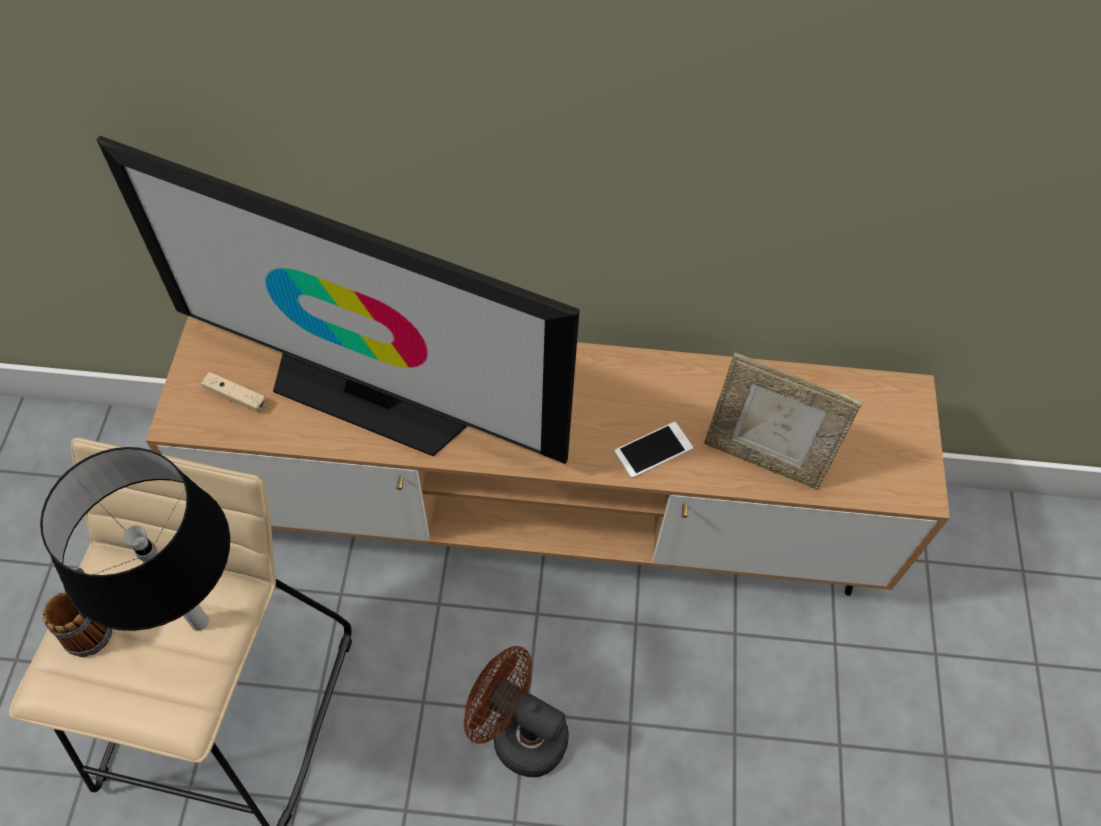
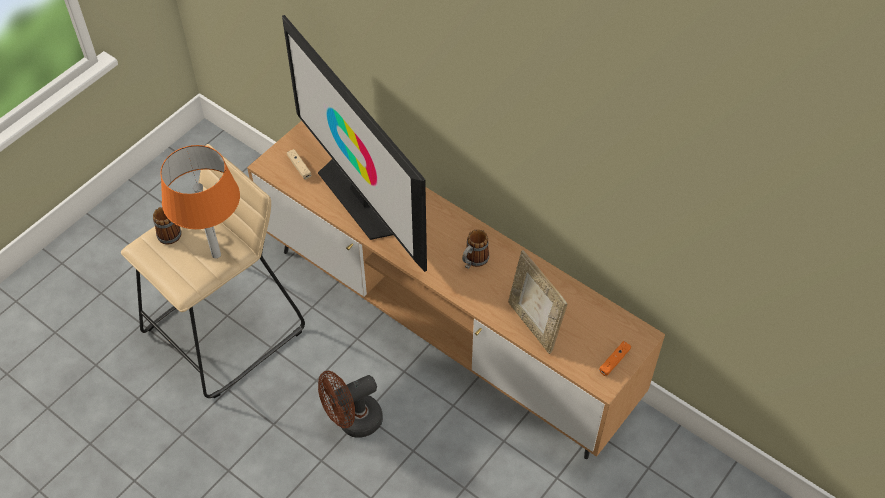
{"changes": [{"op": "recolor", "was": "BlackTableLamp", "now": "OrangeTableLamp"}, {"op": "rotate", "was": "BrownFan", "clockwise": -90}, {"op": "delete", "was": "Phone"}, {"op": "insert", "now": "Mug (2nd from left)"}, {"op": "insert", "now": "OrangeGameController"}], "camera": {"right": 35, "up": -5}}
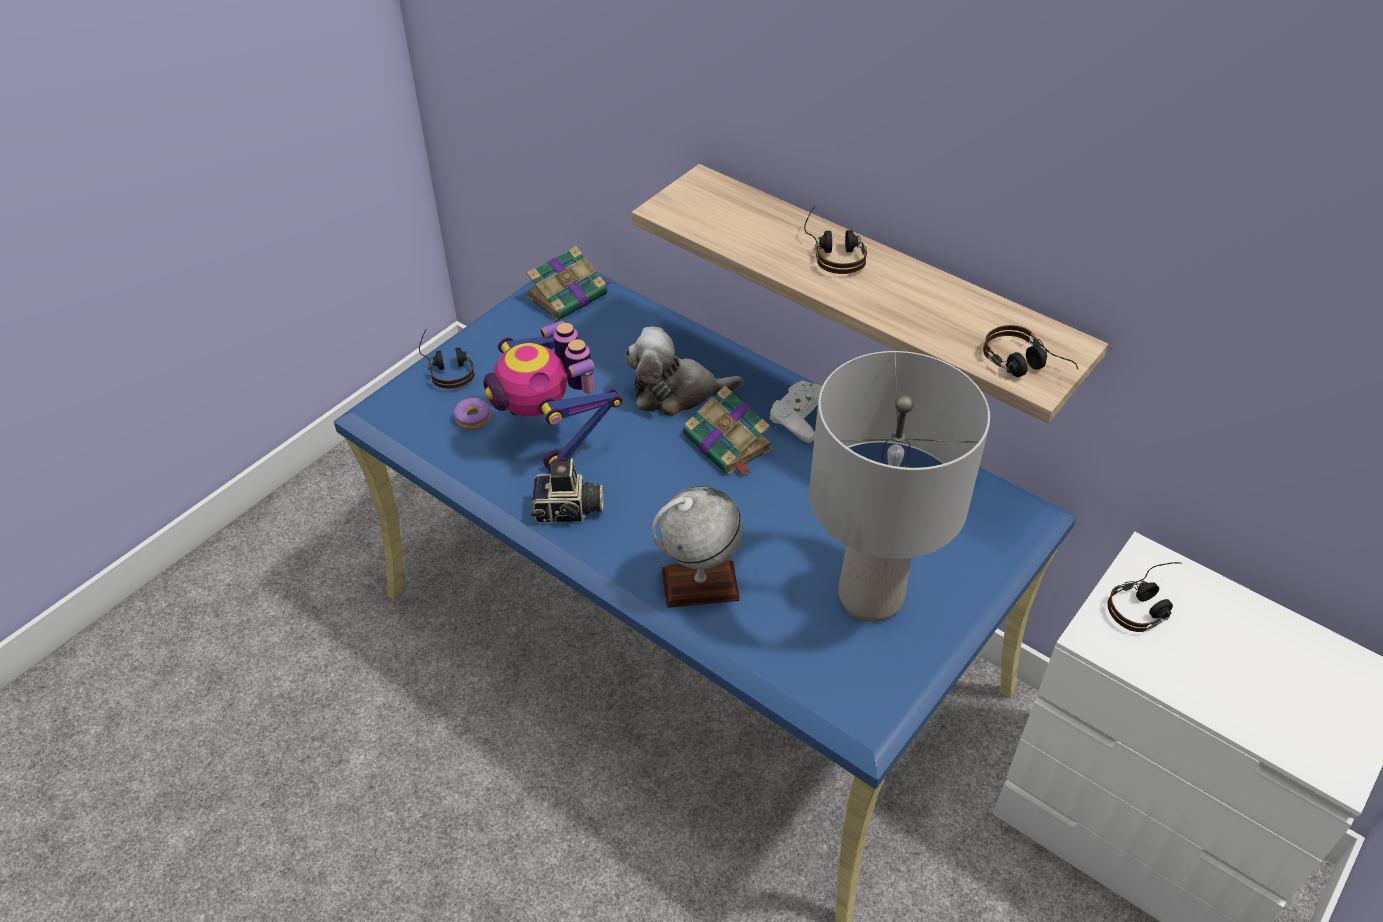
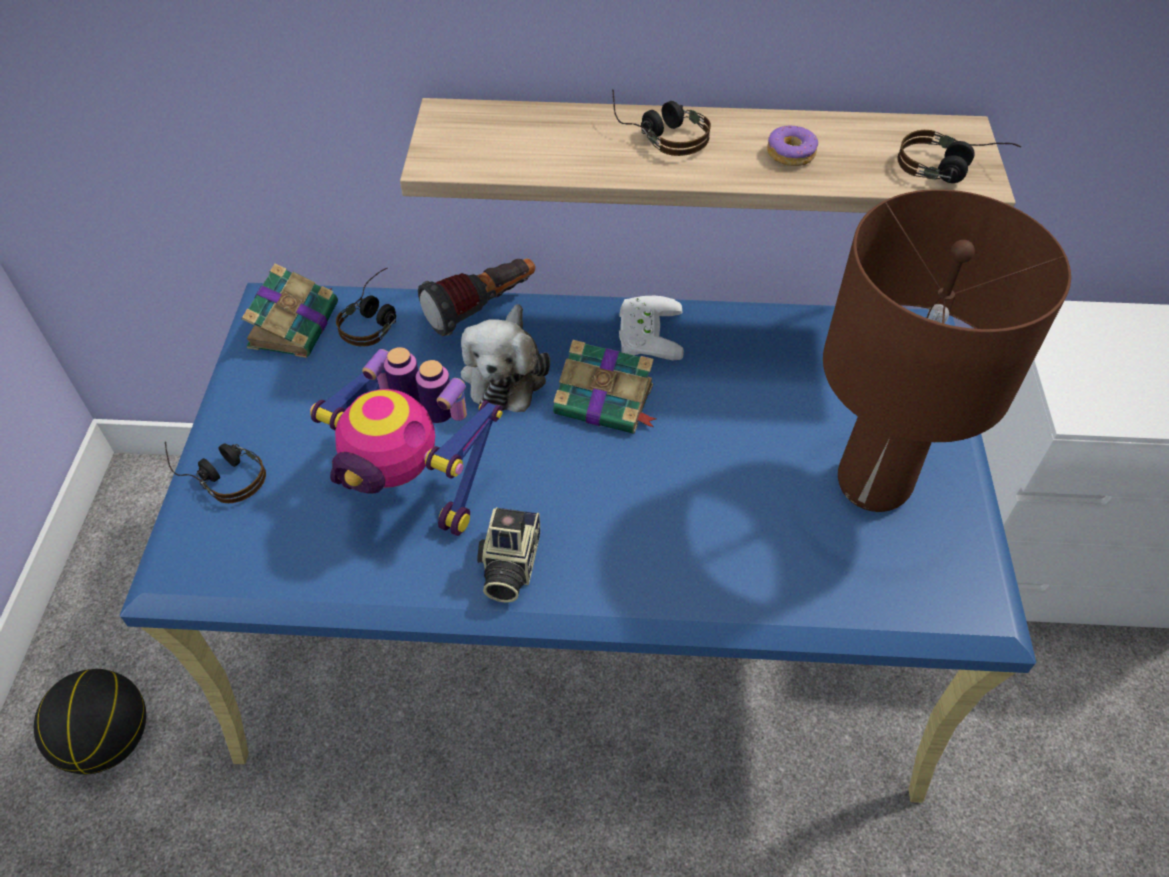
{"changes": [{"op": "move", "was": "Donut"}, {"op": "rotate", "was": "PhotoCamera", "clockwise": 135}, {"op": "rotate", "was": "PlushToy", "clockwise": -45}, {"op": "delete", "was": "Globe"}, {"op": "recolor", "was": "GreyTableLamp", "now": "BrownTableLamp"}, {"op": "move", "was": "Headphones (4th from left in the first image)", "now": "Headphones (2nd from left)"}, {"op": "insert", "now": "Basketball"}, {"op": "insert", "now": "Flashlight"}], "camera": {"right": -35, "up": 5}}
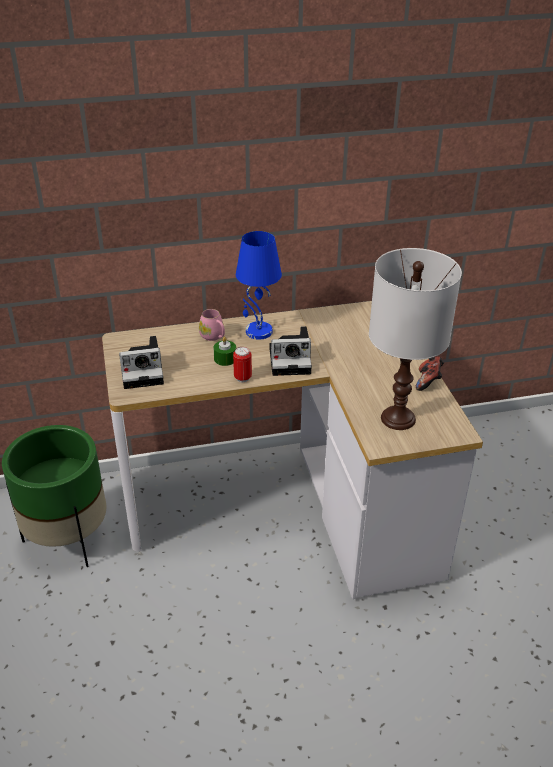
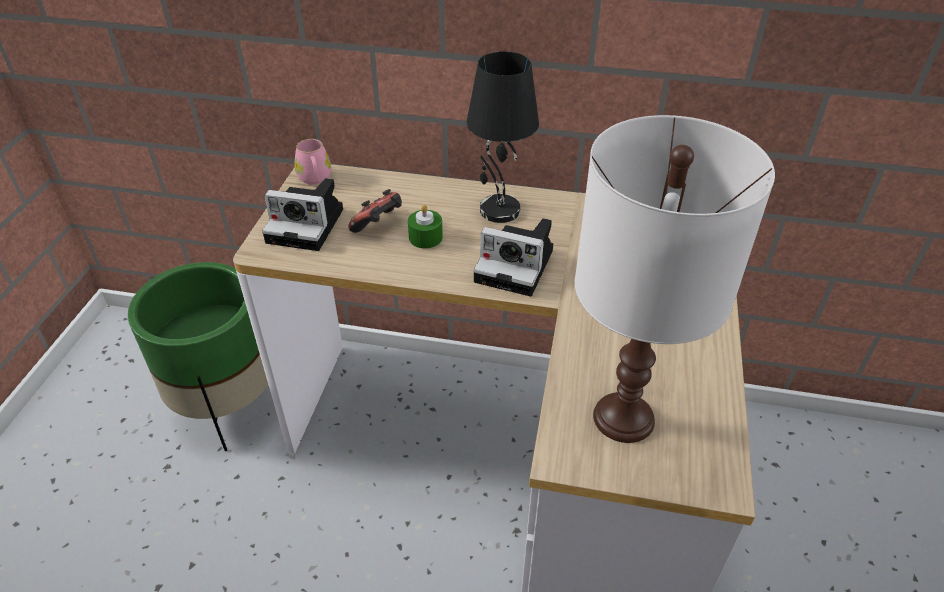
{"changes": [{"op": "move", "was": "PinkMug"}, {"op": "delete", "was": "Can"}, {"op": "recolor", "was": "BlueTableLamp", "now": "BlackTableLamp"}, {"op": "move", "was": "GameController"}], "camera": {"right": 25, "up": 5}}
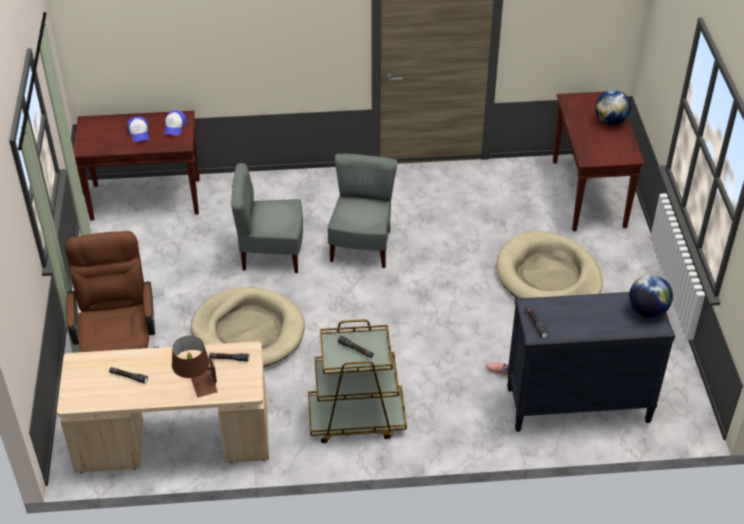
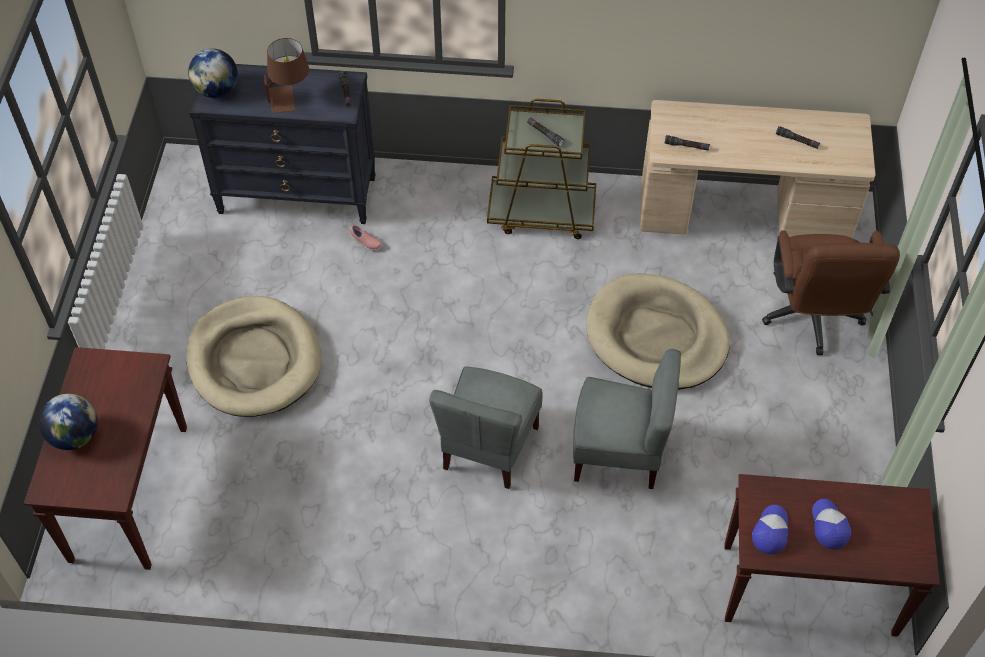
{"changes": [{"op": "move", "was": "BrownTableLamp"}], "camera": {"right": -170, "up": 10}}
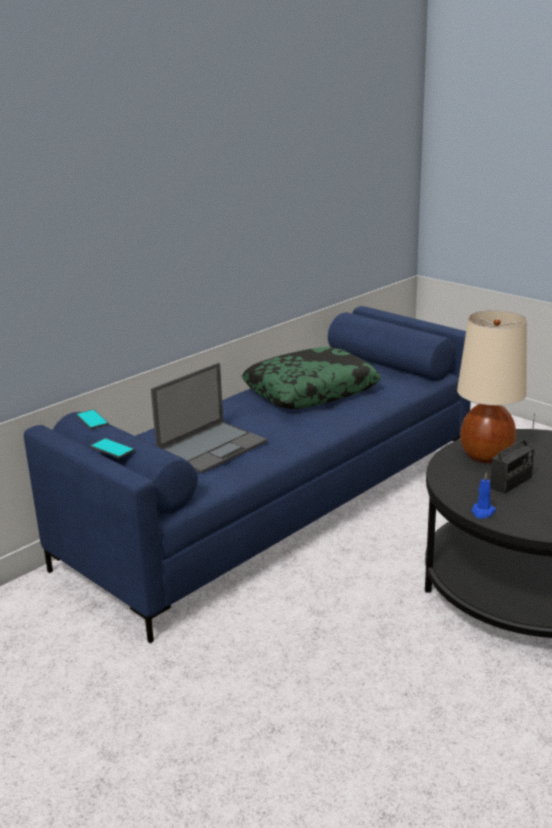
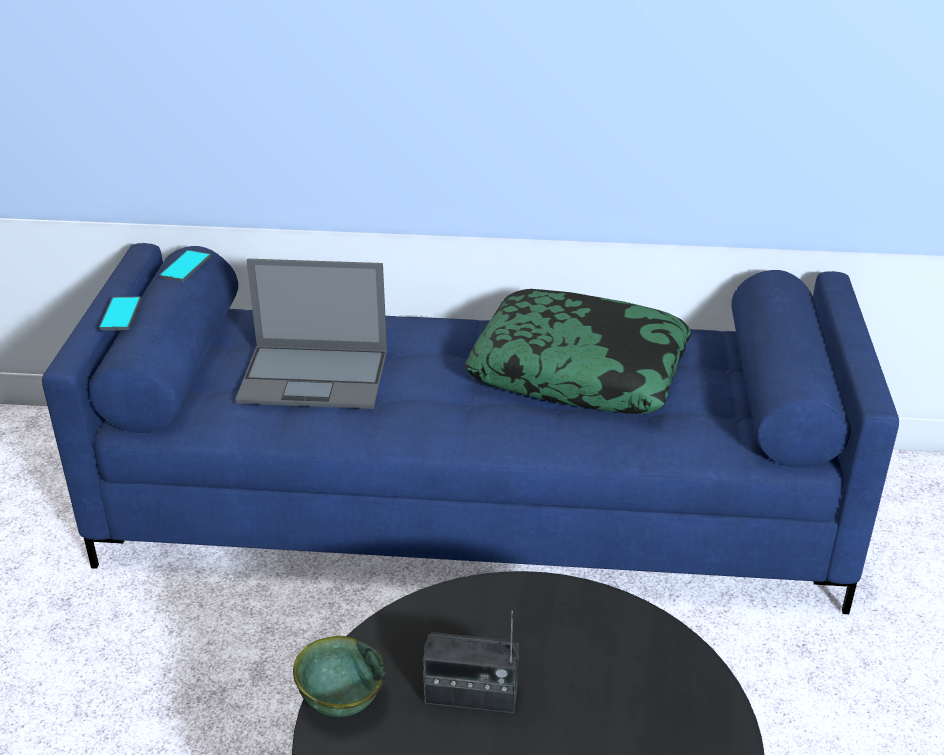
{"changes": [{"op": "delete", "was": "BeigeTableLamp"}, {"op": "replace", "was": "BlueCandle", "now": "GreenBowl"}], "camera": {"right": 50, "up": 10}}
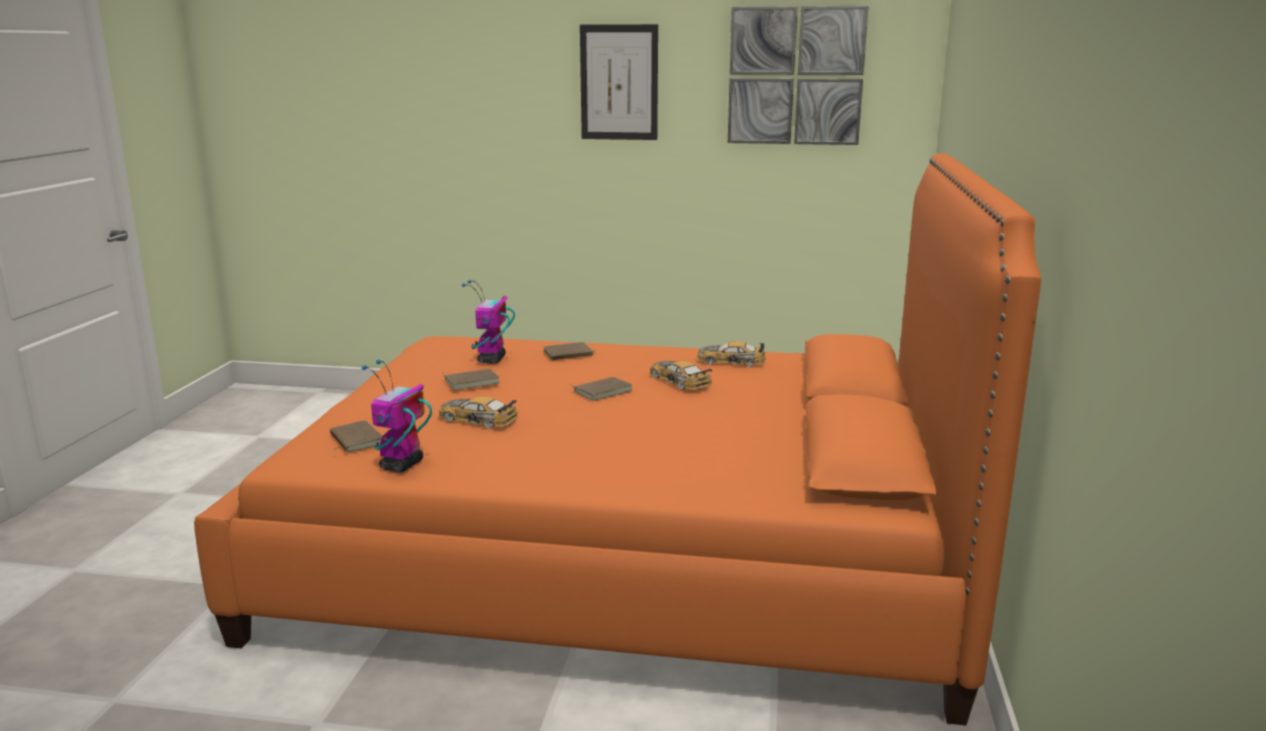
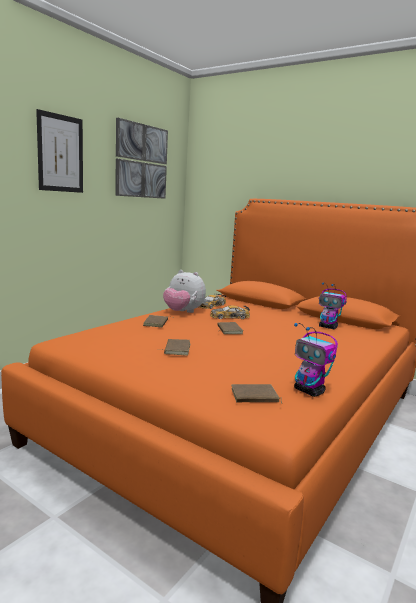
{"changes": [{"op": "delete", "was": "ToyCar (1st from left)"}, {"op": "move", "was": "ToyRobot (2nd from left)"}, {"op": "insert", "now": "PlushToy"}], "camera": {"right": -65, "up": -5}}
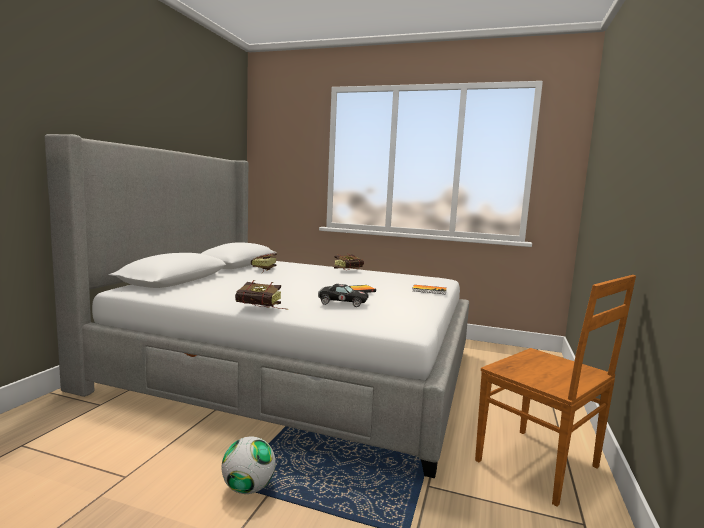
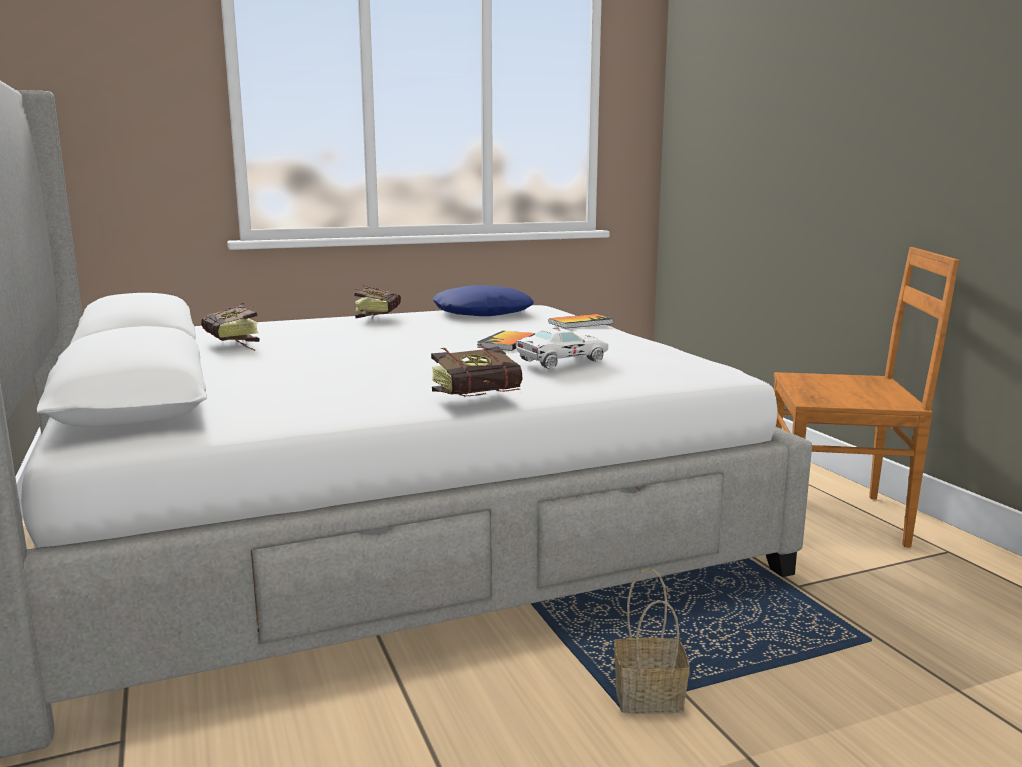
{"changes": [{"op": "replace", "was": "Football", "now": "Basket"}, {"op": "recolor", "was": "BlackToyCar", "now": "WhiteToyCar"}, {"op": "insert", "now": "BluePillow"}], "camera": {"right": -40, "up": 5}}
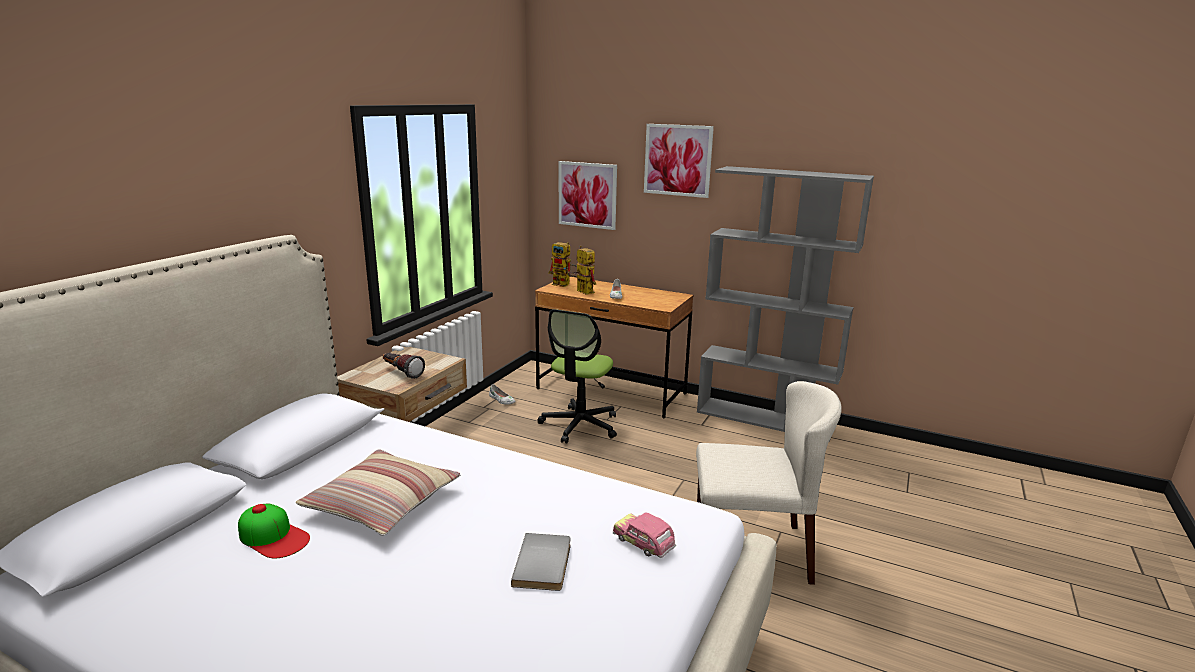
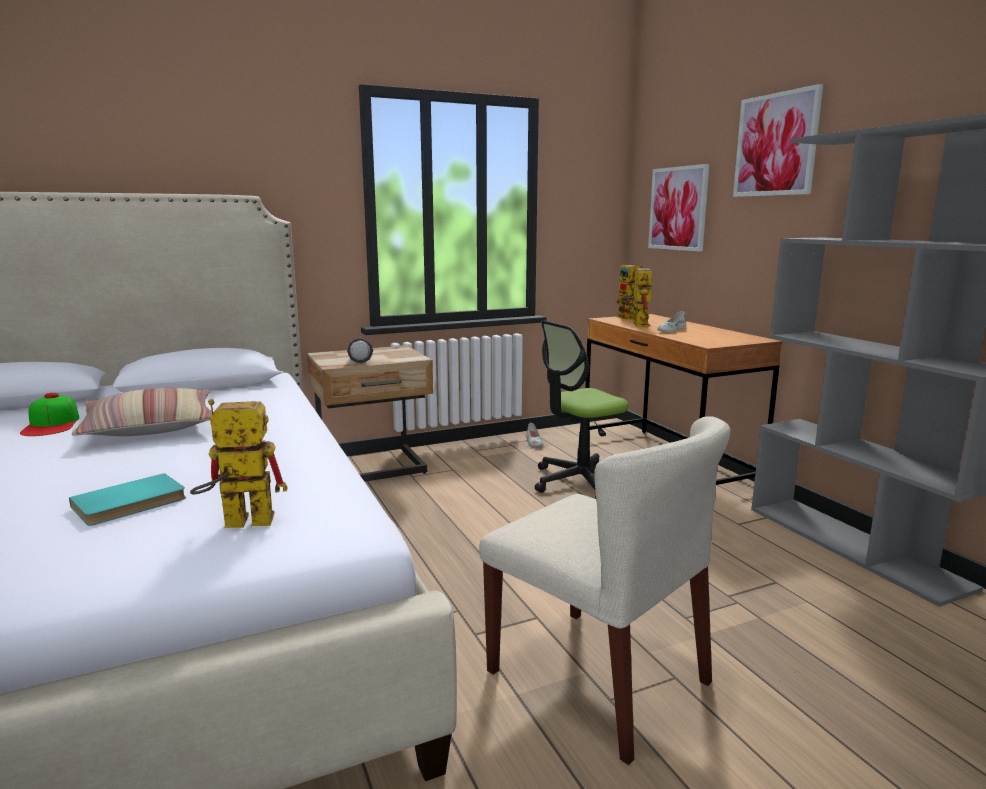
{"changes": [{"op": "recolor", "was": "GreyBook", "now": "TurquoiseBook"}, {"op": "replace", "was": "ToyCar", "now": "ToyRobot (1st from left)"}], "camera": {"right": 40, "up": -5}}
